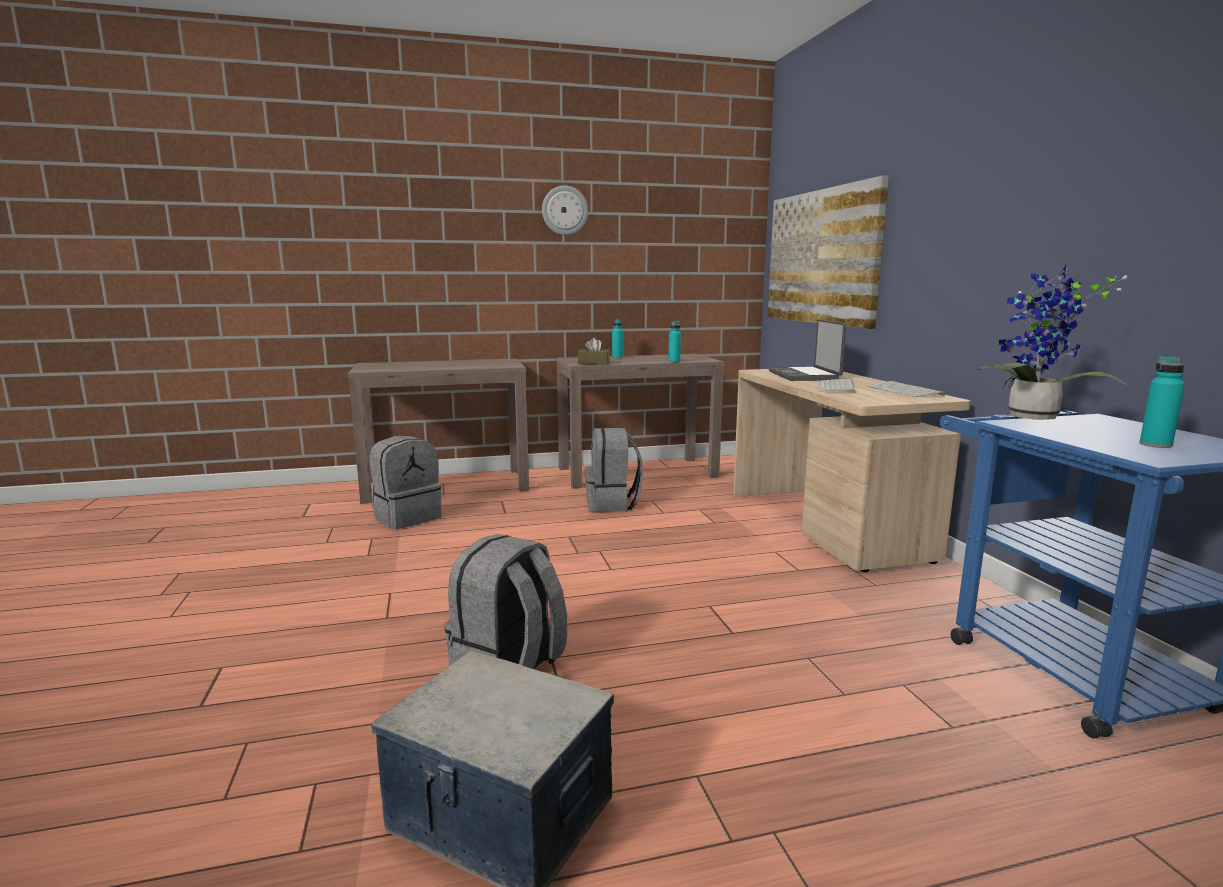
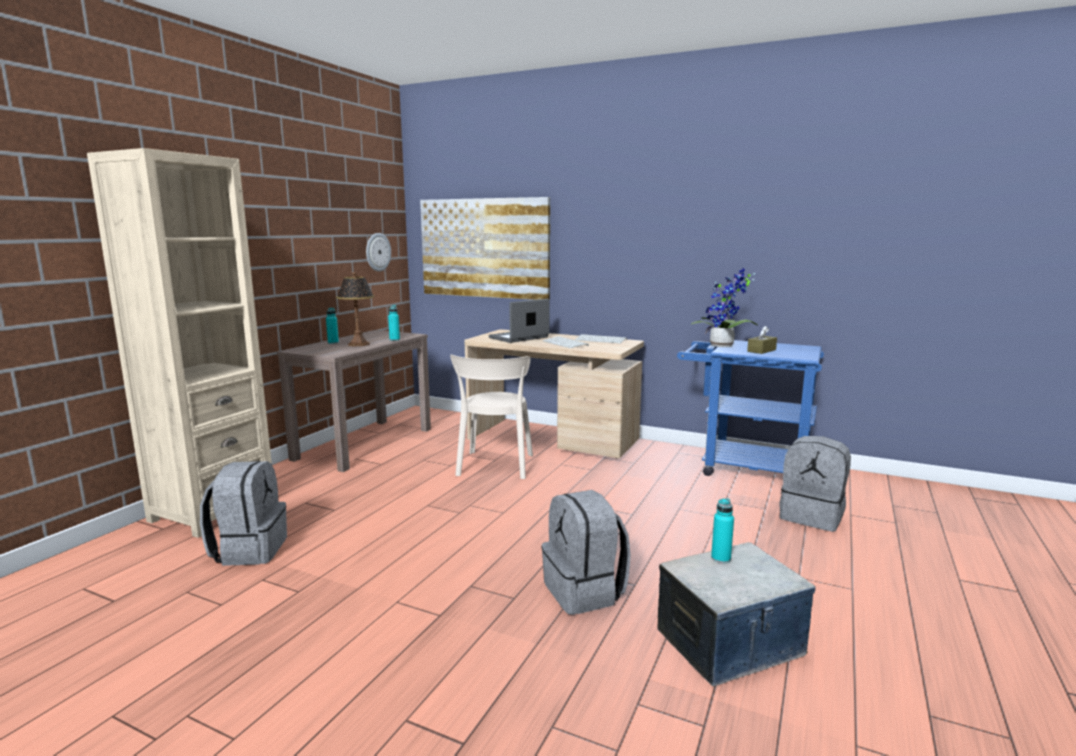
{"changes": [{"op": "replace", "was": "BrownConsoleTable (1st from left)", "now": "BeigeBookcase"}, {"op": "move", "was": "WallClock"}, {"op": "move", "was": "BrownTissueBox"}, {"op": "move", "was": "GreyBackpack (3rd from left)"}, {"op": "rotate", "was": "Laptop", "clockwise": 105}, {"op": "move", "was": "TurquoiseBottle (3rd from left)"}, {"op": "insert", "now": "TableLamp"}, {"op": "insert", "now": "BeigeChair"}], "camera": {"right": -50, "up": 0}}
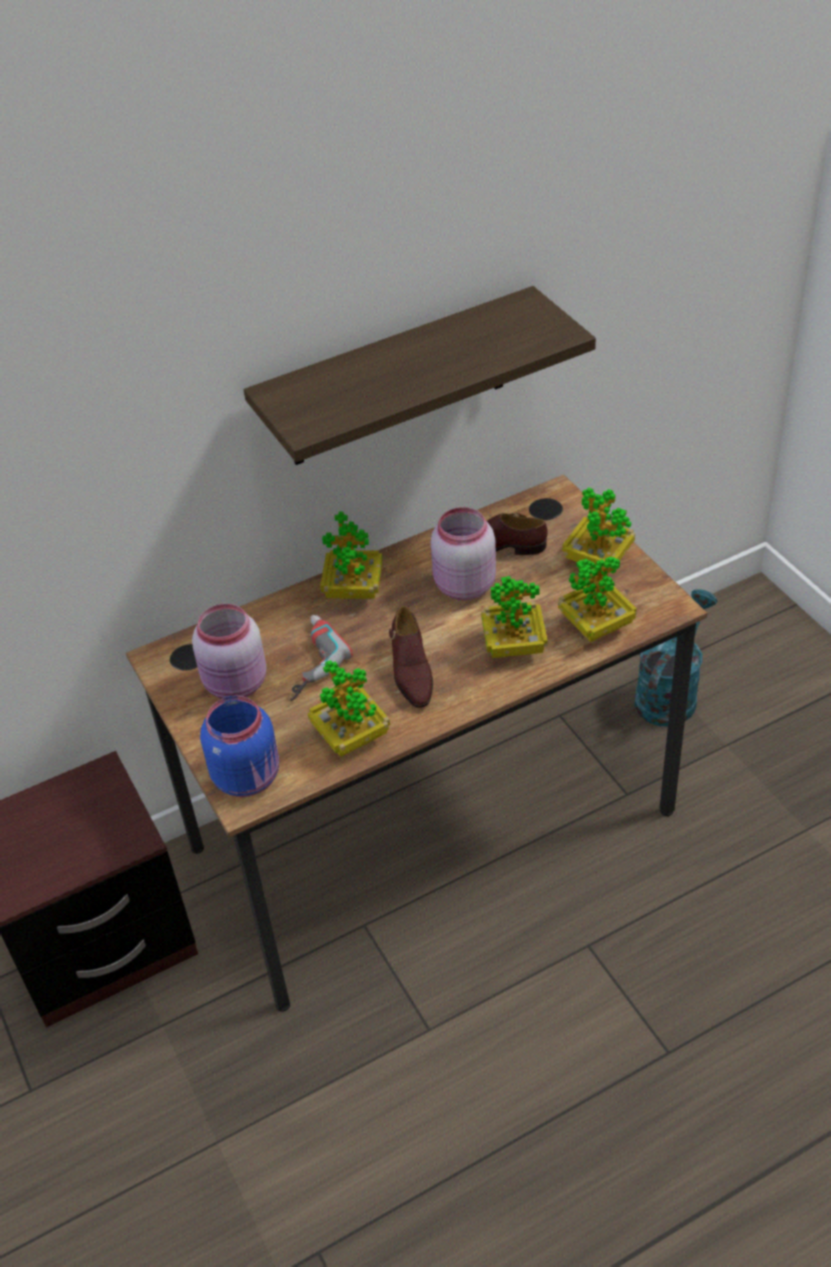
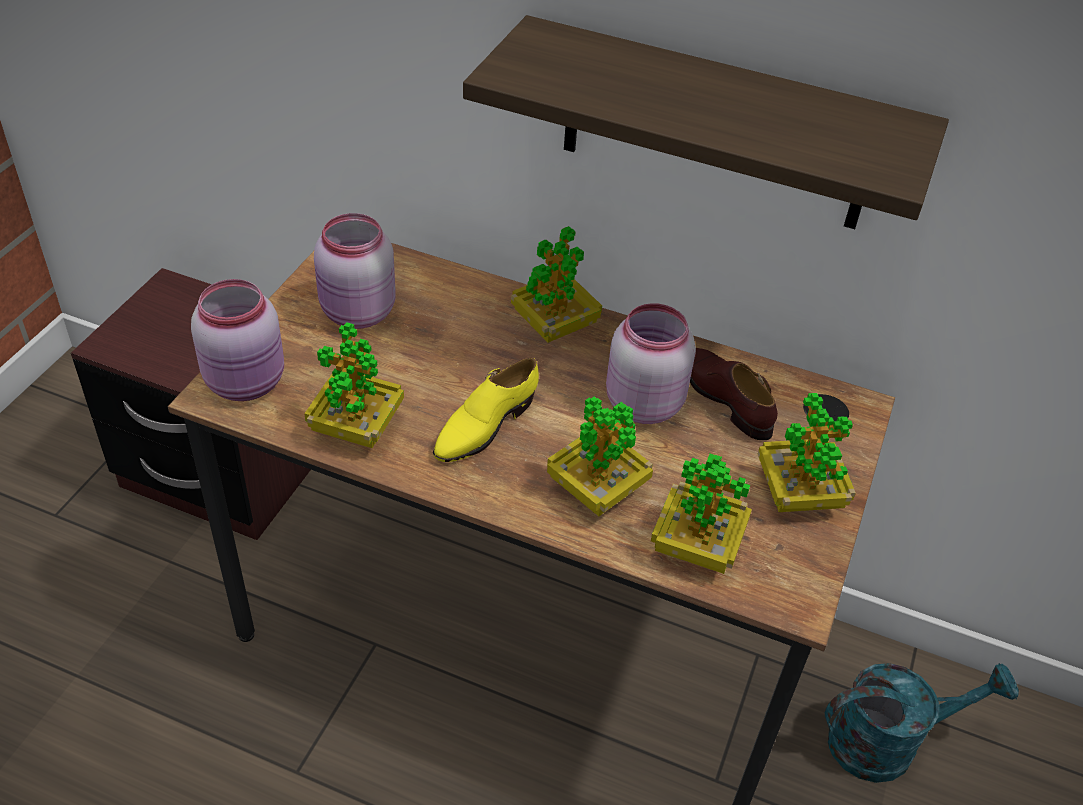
{"changes": [{"op": "recolor", "was": "BlueJar", "now": "PinkJar (1st from left)"}, {"op": "delete", "was": "PowerDrill"}, {"op": "recolor", "was": "BrownShoe (1st from left)", "now": "YellowShoe"}], "camera": {"right": 45, "up": 0}}
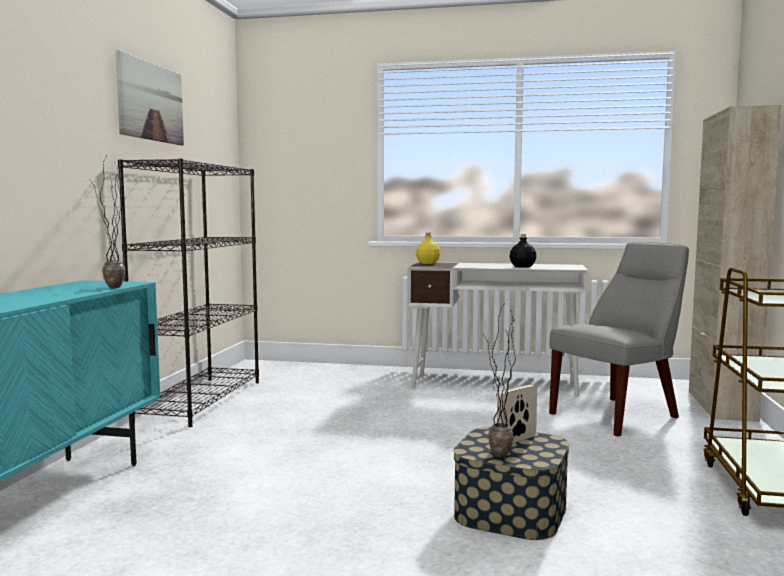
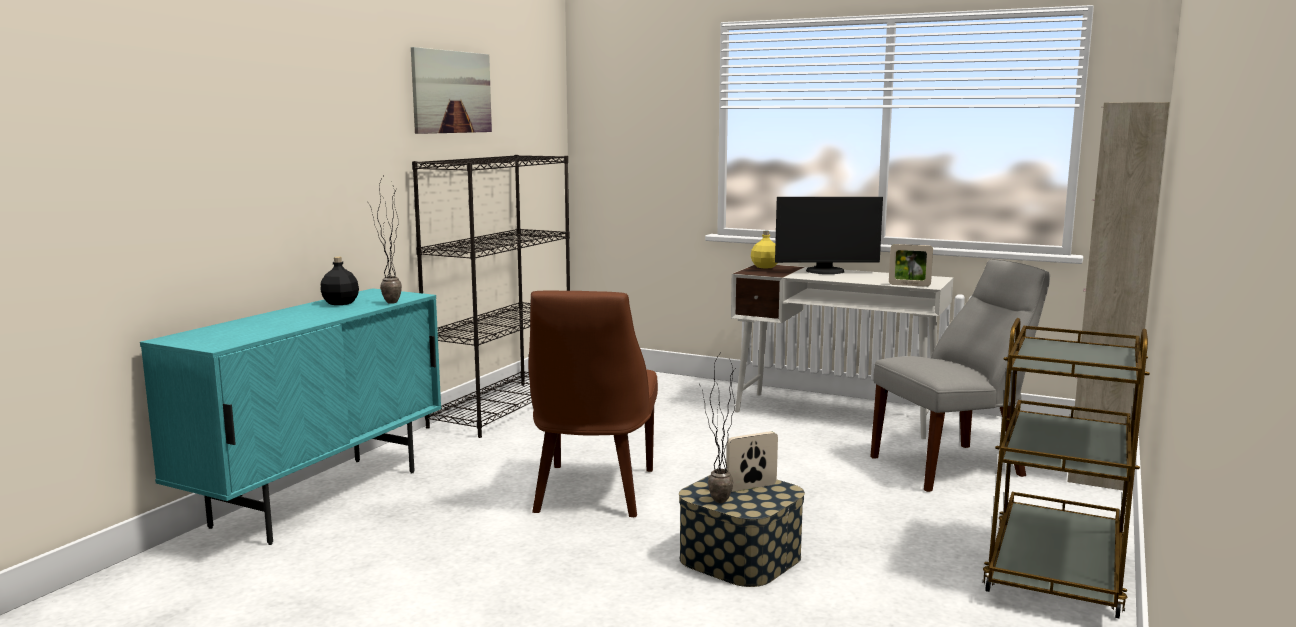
{"changes": [{"op": "move", "was": "BlackBottle"}, {"op": "insert", "now": "BrownChair"}, {"op": "insert", "now": "Monitor"}, {"op": "insert", "now": "PictureFrame (2nd from left)"}], "camera": {"right": 15, "up": 5}}
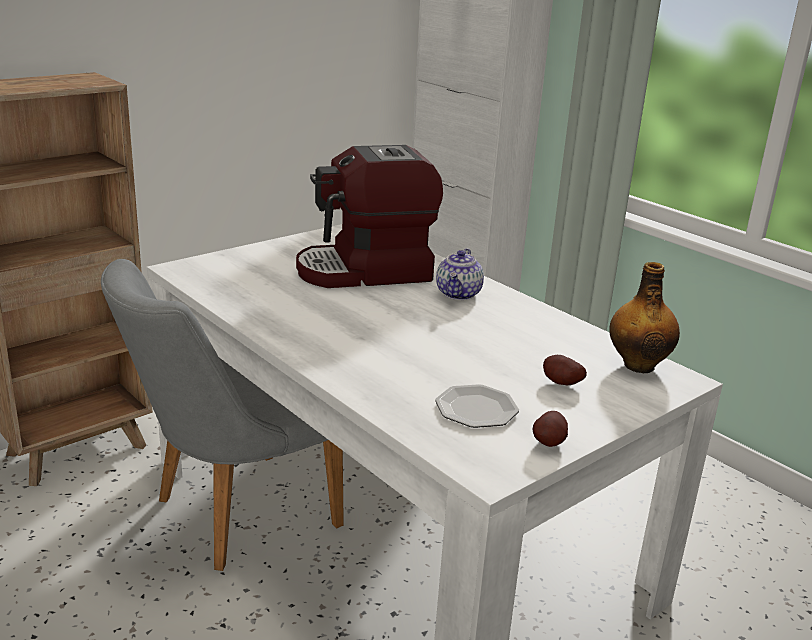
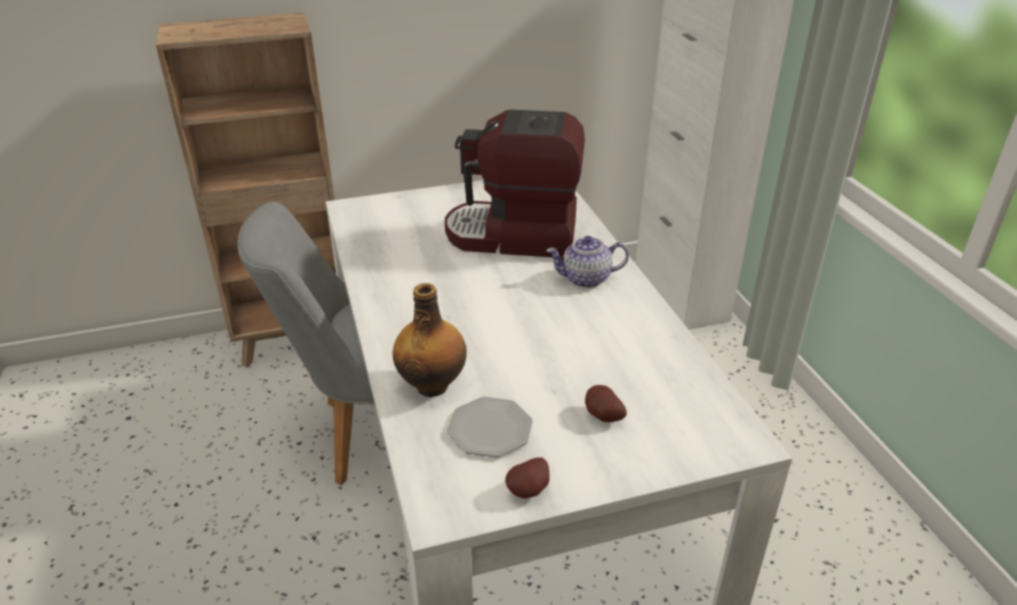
{"changes": [{"op": "rotate", "was": "Teapot", "clockwise": 45}, {"op": "move", "was": "Bottle"}], "camera": {"right": 25, "up": 10}}
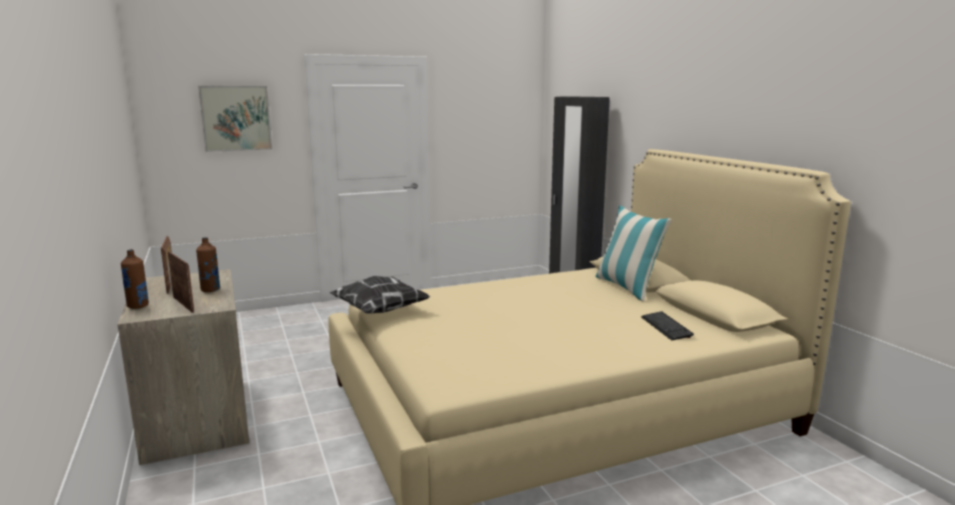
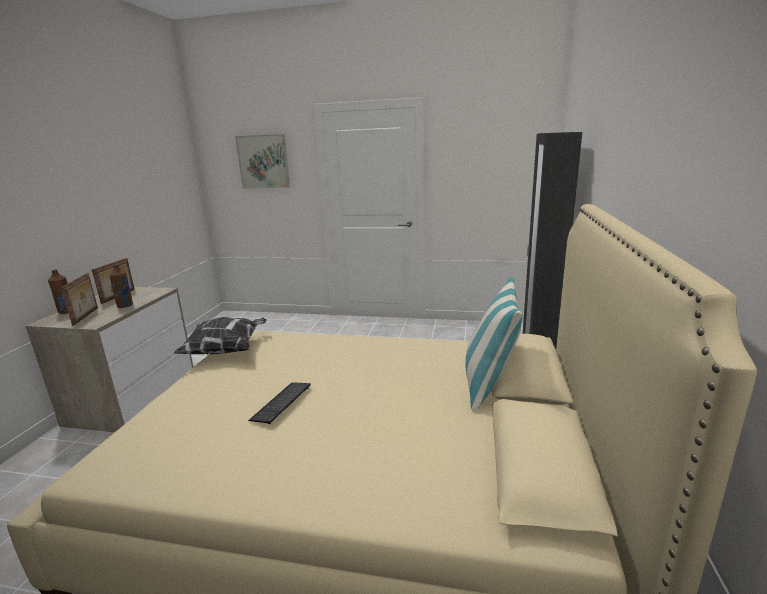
{"changes": [{"op": "move", "was": "Keyboard"}], "camera": {"right": 35, "up": 5}}
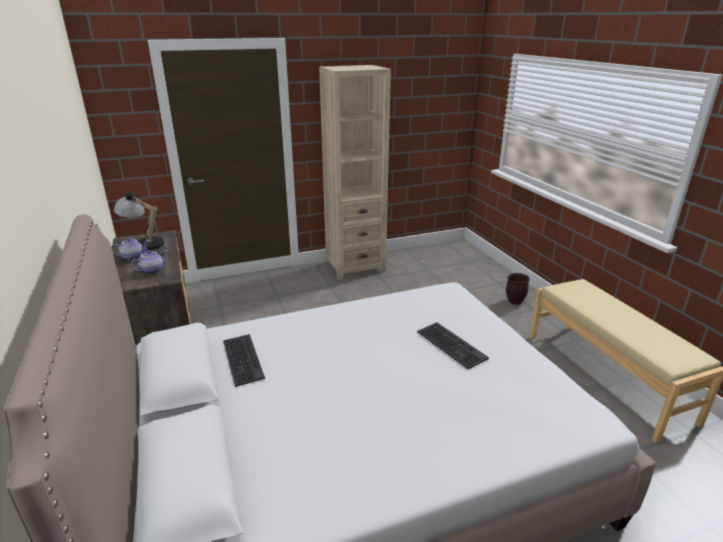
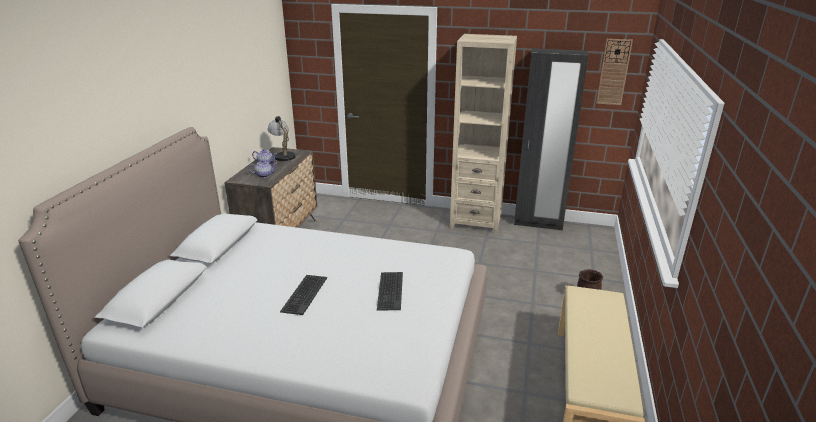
{"changes": [{"op": "move", "was": "Keyboard (1st from left)"}, {"op": "insert", "now": "BlackWardrobe"}, {"op": "insert", "now": "WallClock"}], "camera": {"right": 35, "up": 0}}
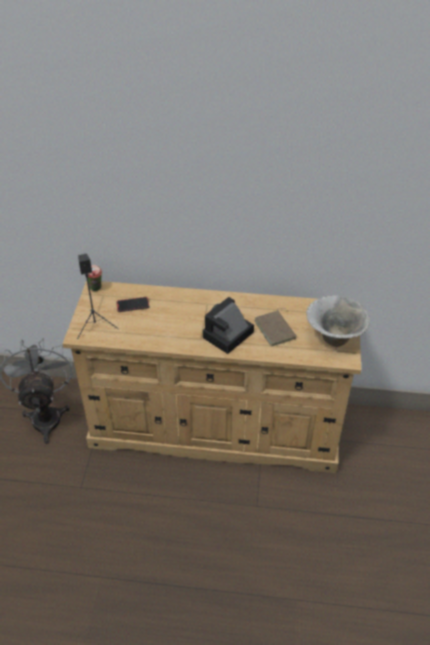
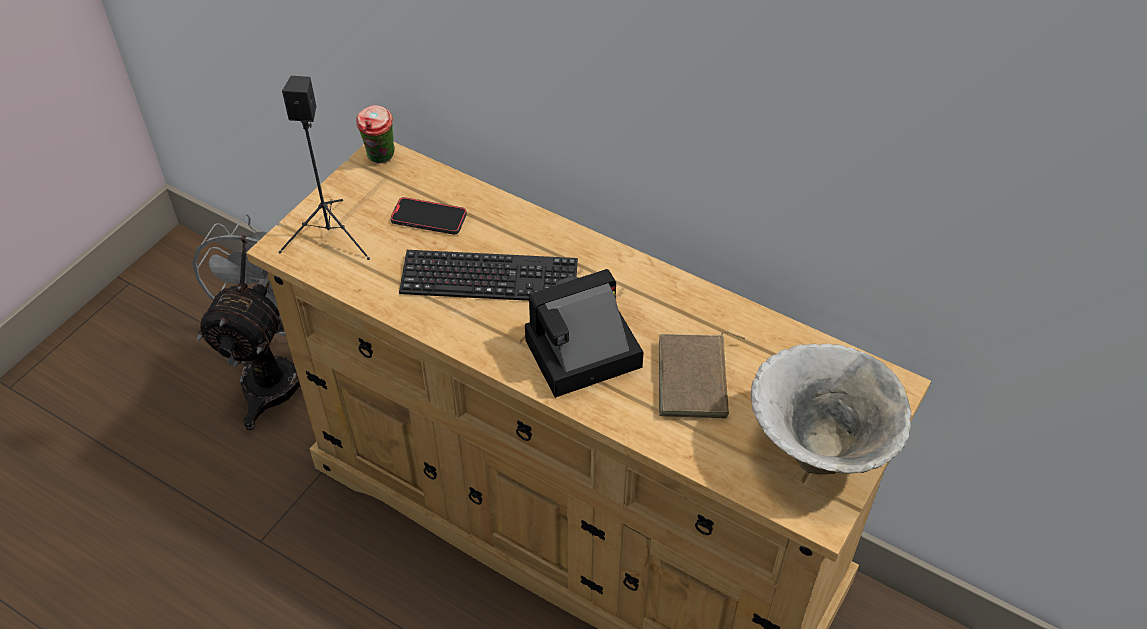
{"changes": [{"op": "insert", "now": "Keyboard"}], "camera": {"right": 25, "up": 5}}
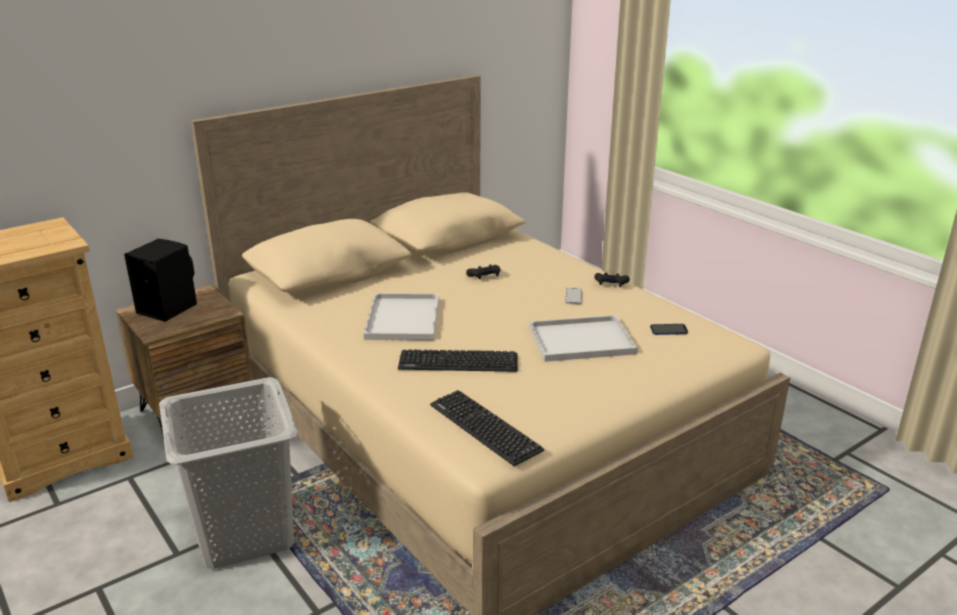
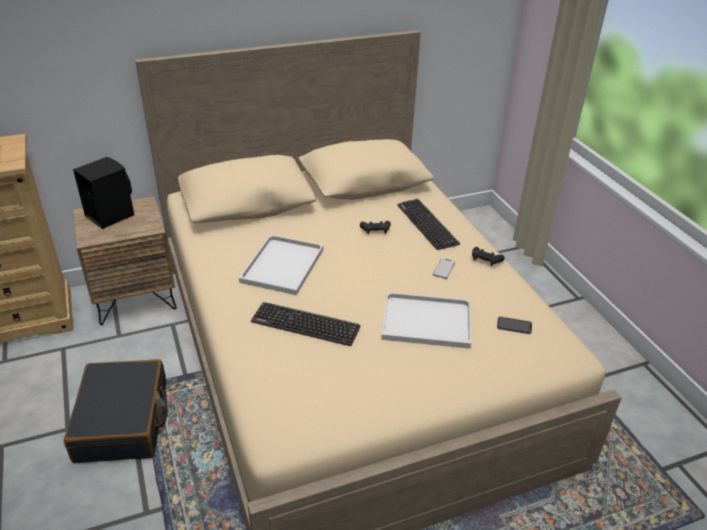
{"changes": [{"op": "replace", "was": "GreyLaundryBasket", "now": "BlackSuitcase"}, {"op": "move", "was": "Keyboard (2nd from left)"}], "camera": {"right": 15, "up": 10}}
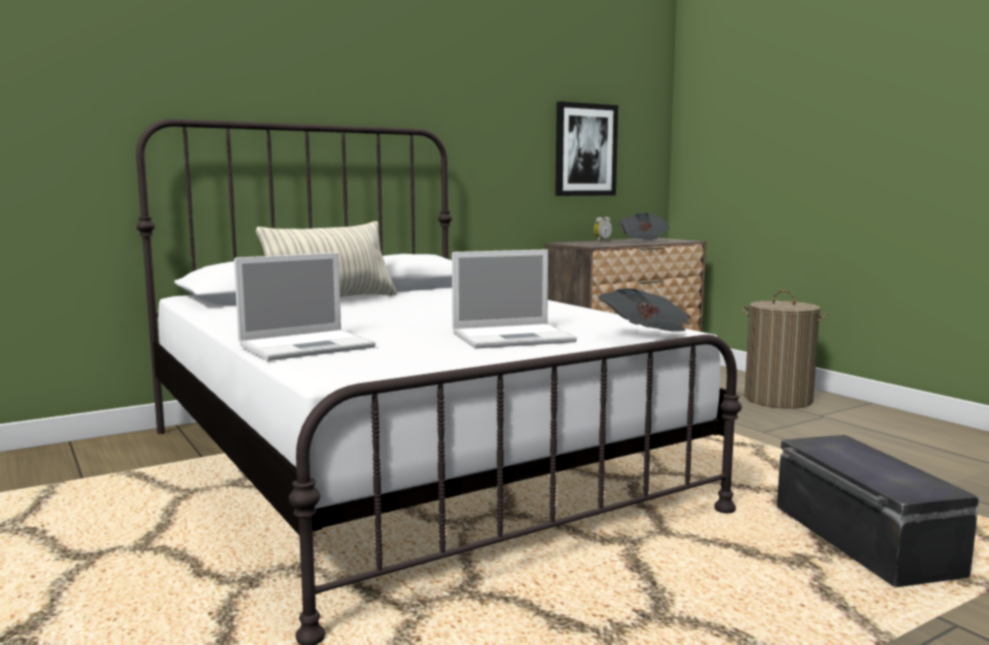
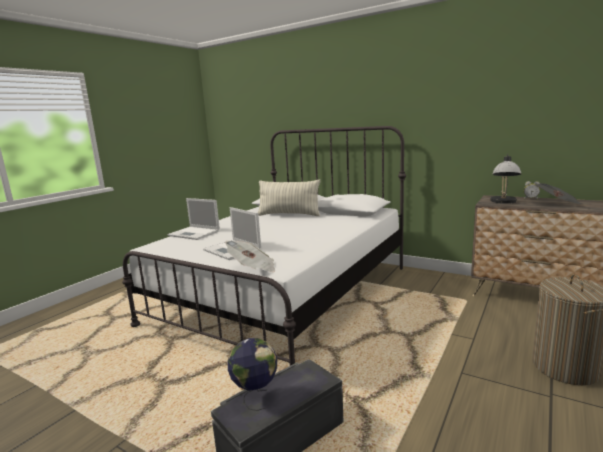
{"changes": [{"op": "delete", "was": "Picture"}, {"op": "insert", "now": "Globe"}, {"op": "insert", "now": "TableLamp"}], "camera": {"right": 65, "up": 5}}
